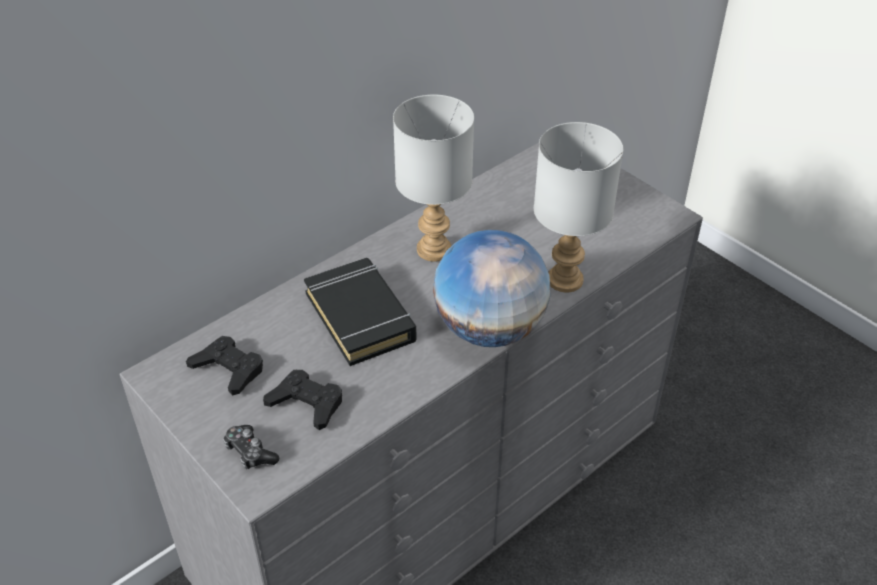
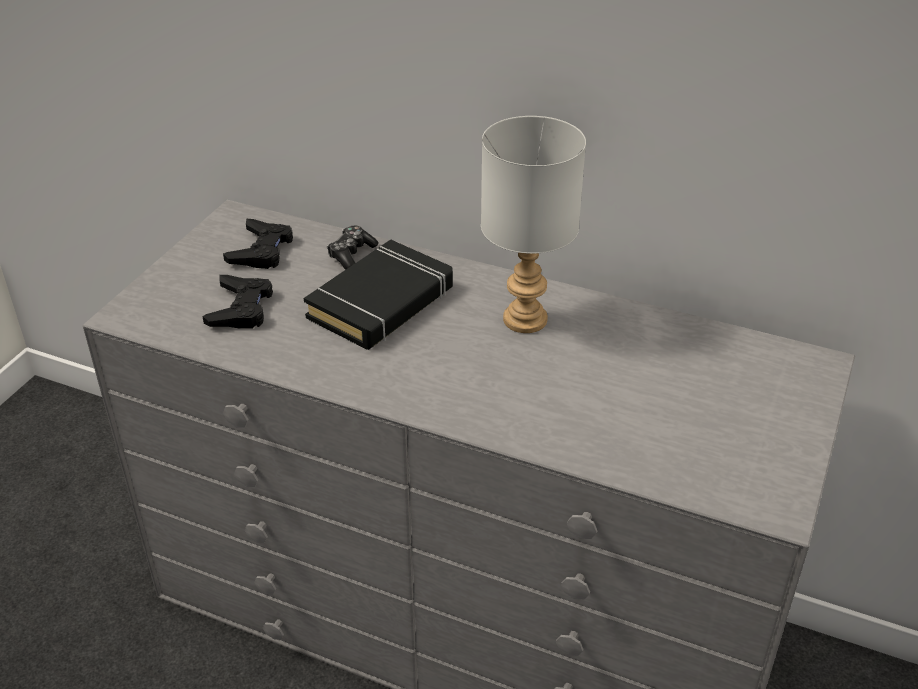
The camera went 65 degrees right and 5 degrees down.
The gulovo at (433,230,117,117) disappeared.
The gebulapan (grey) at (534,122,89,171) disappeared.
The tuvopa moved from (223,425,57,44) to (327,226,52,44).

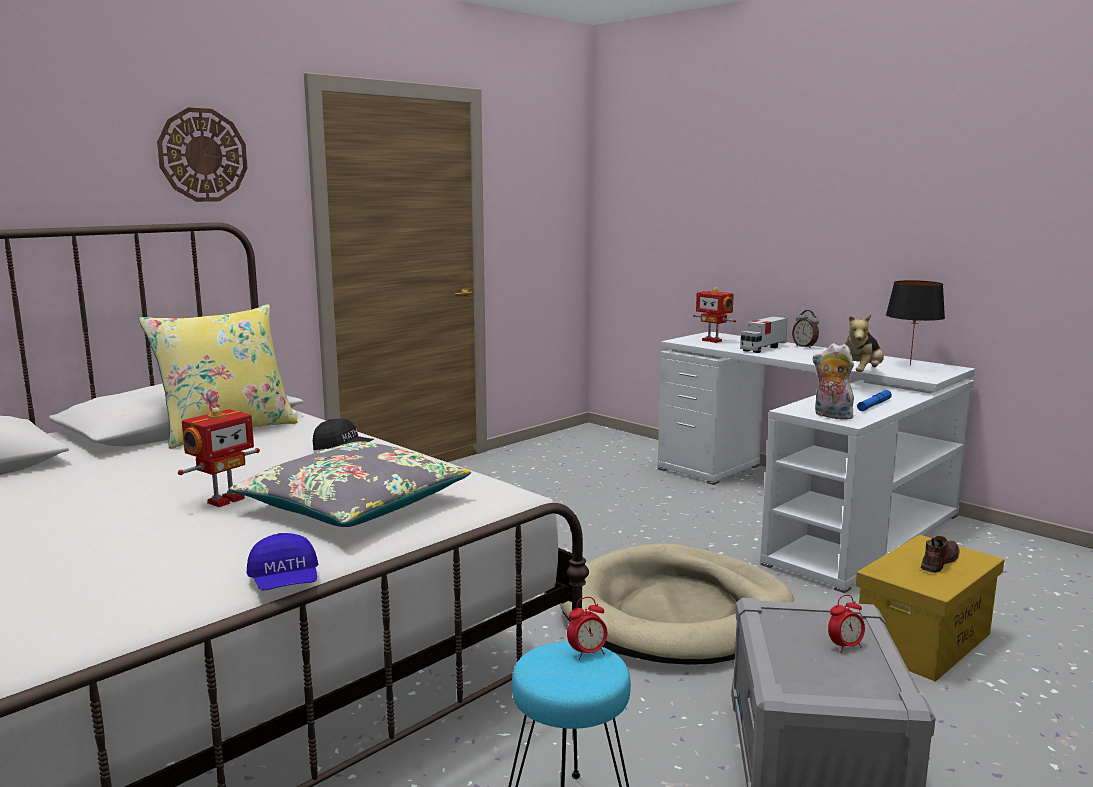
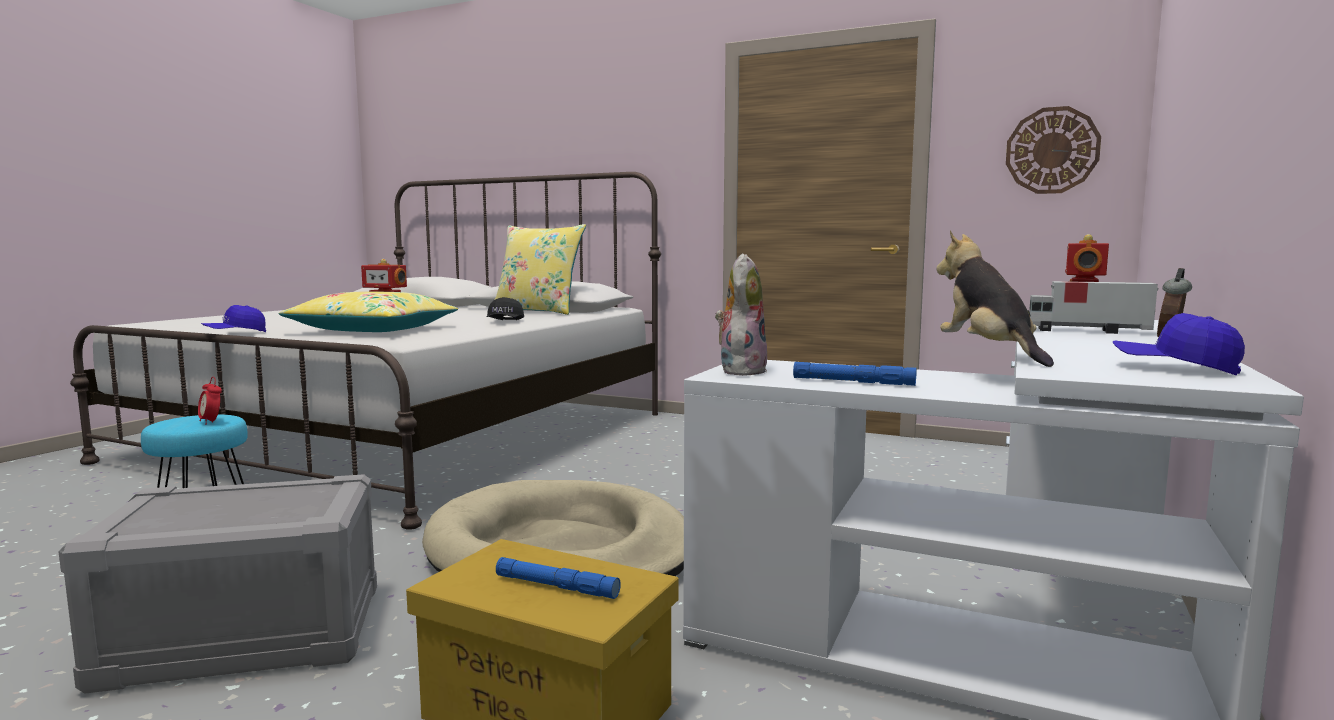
The camera went 70 degrees right and 5 degrees down.
The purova at (828,595,37,58) disappeared.
The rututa moved from (157,107,90,95) to (1006,106,95,88).
The gebulapan (black) at (886,280,59,86) was replaced by the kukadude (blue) at (1113,313,132,62).
The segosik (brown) at (921,536,38,37) was replaced by the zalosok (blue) at (496,557,125,42).
The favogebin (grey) at (229,441,242,86) became the favogebin (yellow) at (279,291,179,41).
The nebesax at (845,314,39,58) turned 60 degrees clockwise.

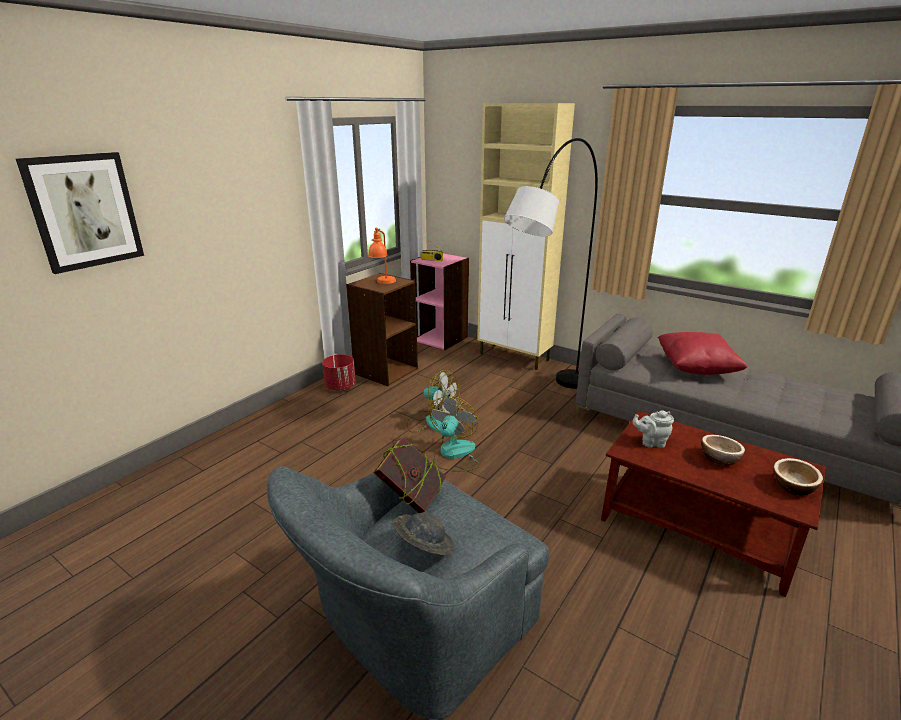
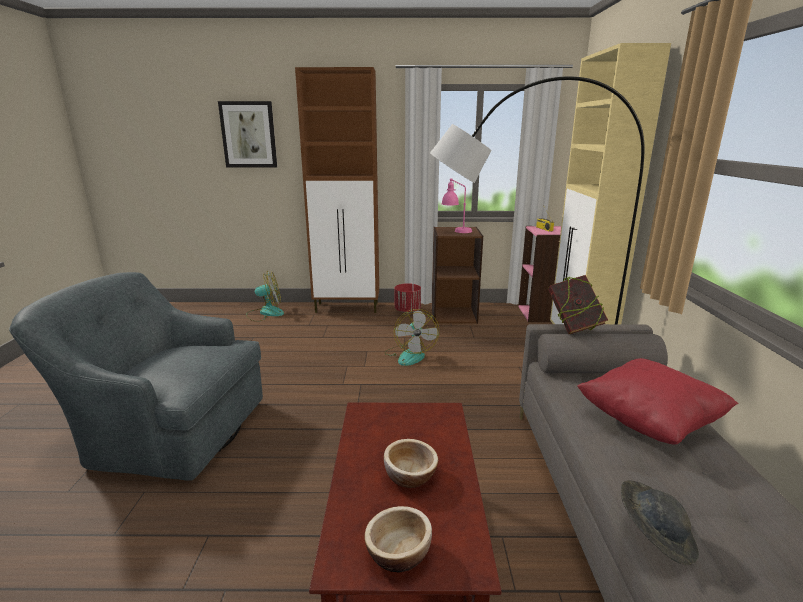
The camera went 55 degrees right and 5 degrees down.
The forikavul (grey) at (633,410,41,38) disappeared.
The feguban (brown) at (295,67,84,246) appeared.
The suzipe moved from (373,437,73,76) to (548,275,60,59).
The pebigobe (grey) moved from (392,513,62,42) to (621,480,78,85).
The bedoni moved from (430,396,50,76) to (246,272,38,50).
The gebulapan (orange) at (368,227,28,57) became the gebulapan (pink) at (441,178,31,55).

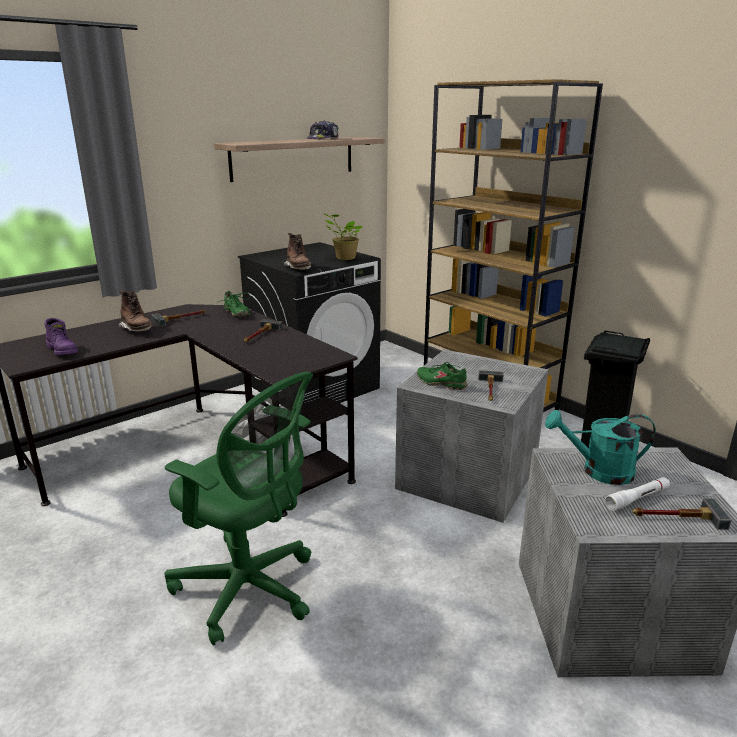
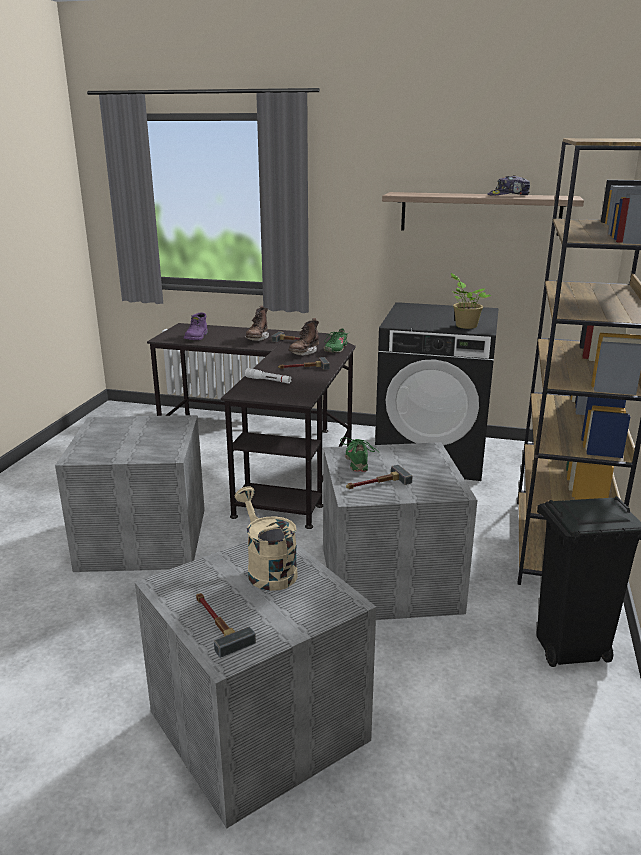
The camera went 55 degrees right and 0 degrees up.
The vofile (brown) moved from (284,233,27,37) to (288,318,31,38).
The zalosok (white) moved from (605,477,65,34) to (245,368,47,16).
The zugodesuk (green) at (164,372,149,274) was replaced by the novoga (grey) at (55,415,150,157).
The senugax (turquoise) at (545,410,111,75) became the senugax (beige) at (235,487,63,104).

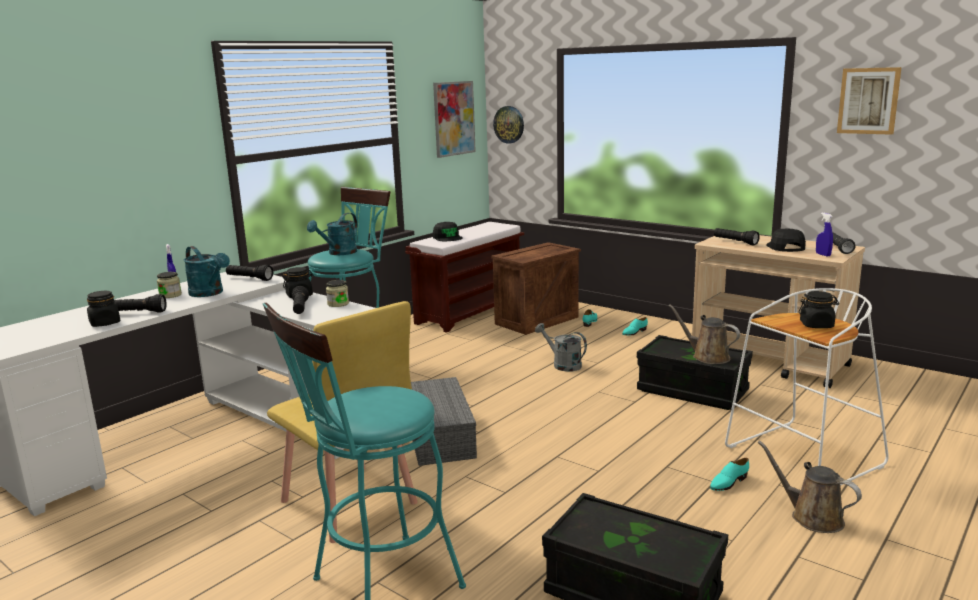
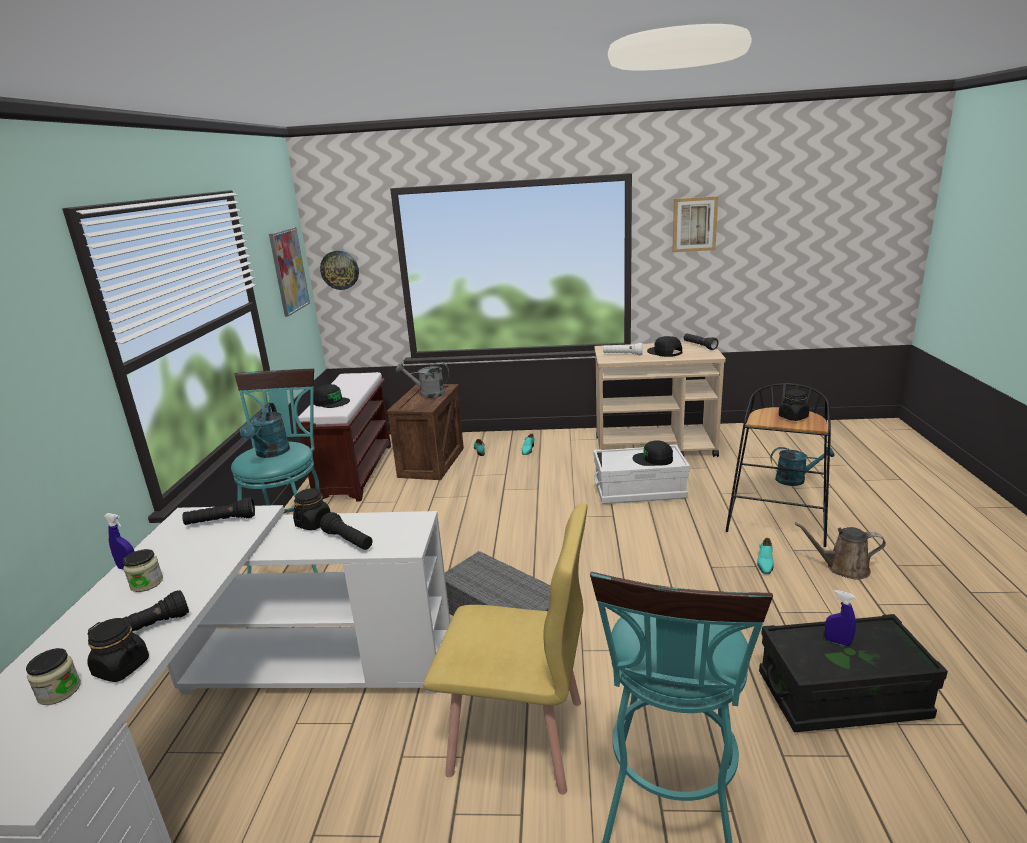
The camera went 35 degrees left and 5 degrees up.
The senugax (turquoise) moved from (184,246,46,51) to (771,447,64,39).
The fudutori moved from (326,280,23,27) to (26,648,55,57).
The senugax (grey) moved from (535,323,52,49) to (396,362,53,36).
The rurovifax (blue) moved from (816,213,17,43) to (825,590,31,56).
The senugax (brown) at (668,304,72,60) was replaced by the kukadude (black) at (632,440,41,26).
The novoga (black) at (637,335,116,75) became the novoga (white) at (593,444,97,60).
The zalosok (black) at (714,228,46,17) became the zalosok (white) at (603,343,40,12).
The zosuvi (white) at (725,288,164,198) became the zosuvi (black) at (726,383,105,164).

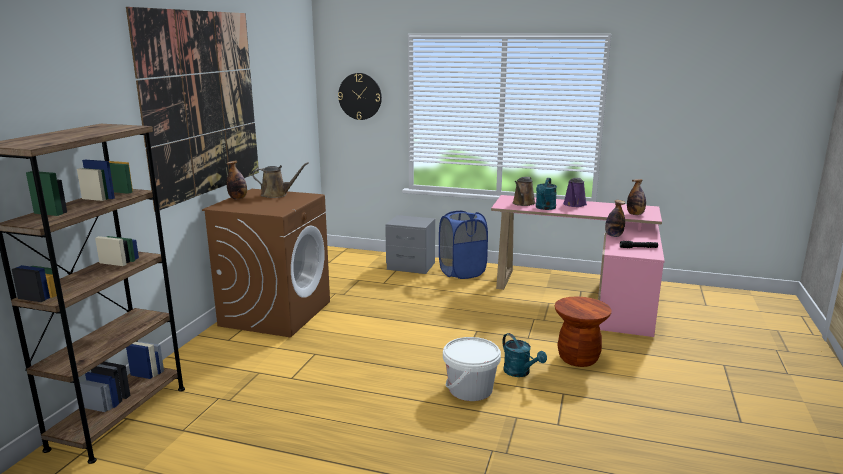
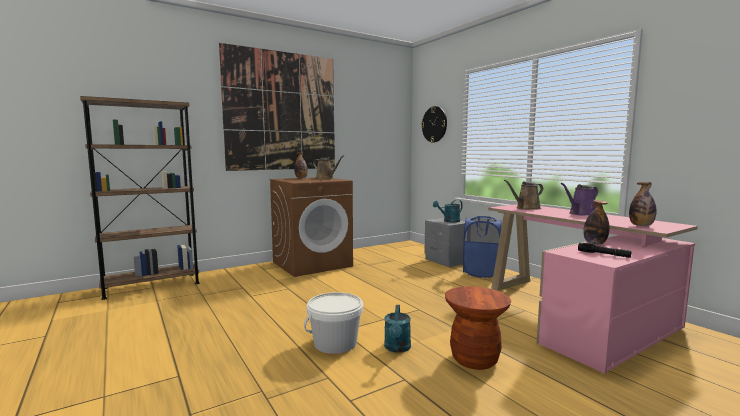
The camera went 40 degrees right and 10 degrees down.
The senugax (turquoise) moved from (536,178,21,32) to (433,200,30,23).

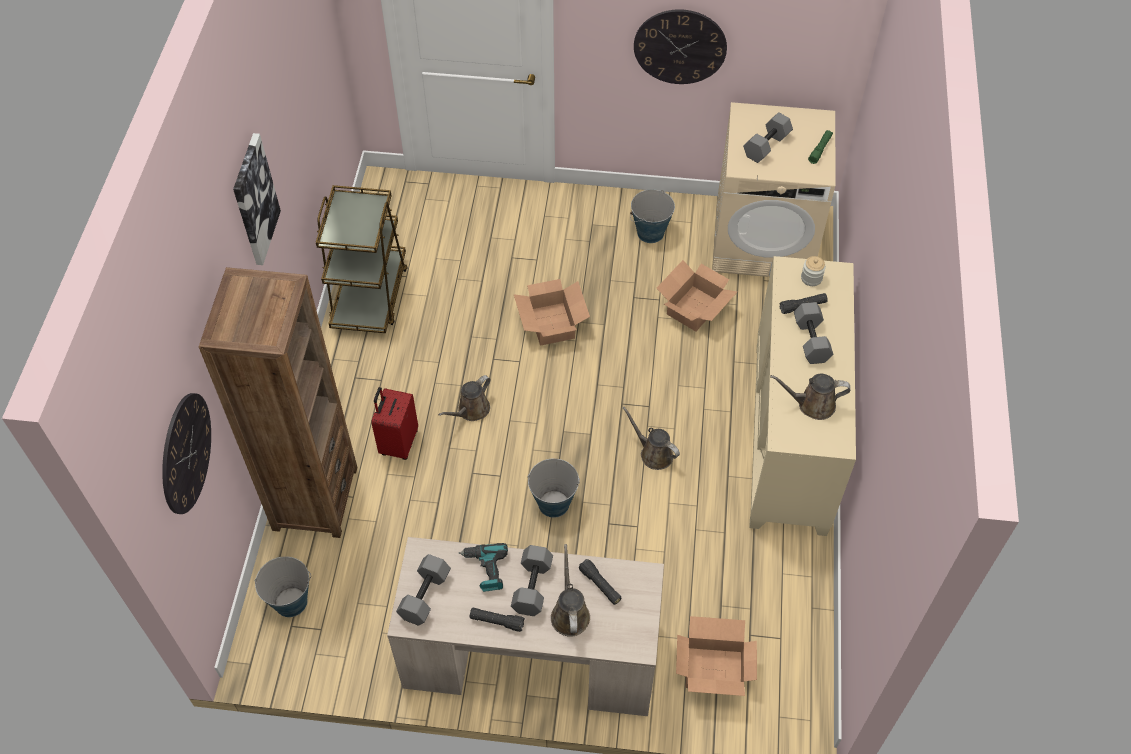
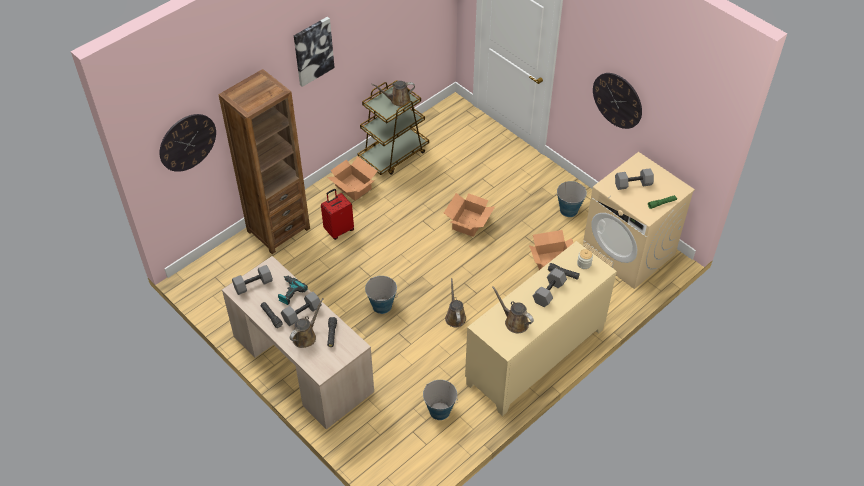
The camera went 40 degrees right and 5 degrees down.
The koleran moved from (255,556,56,61) to (423,380,35,40).
The senugax (brown) moved from (438,375,53,46) to (372,81,43,26).
The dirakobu moved from (676,616,81,80) to (327,157,50,44).

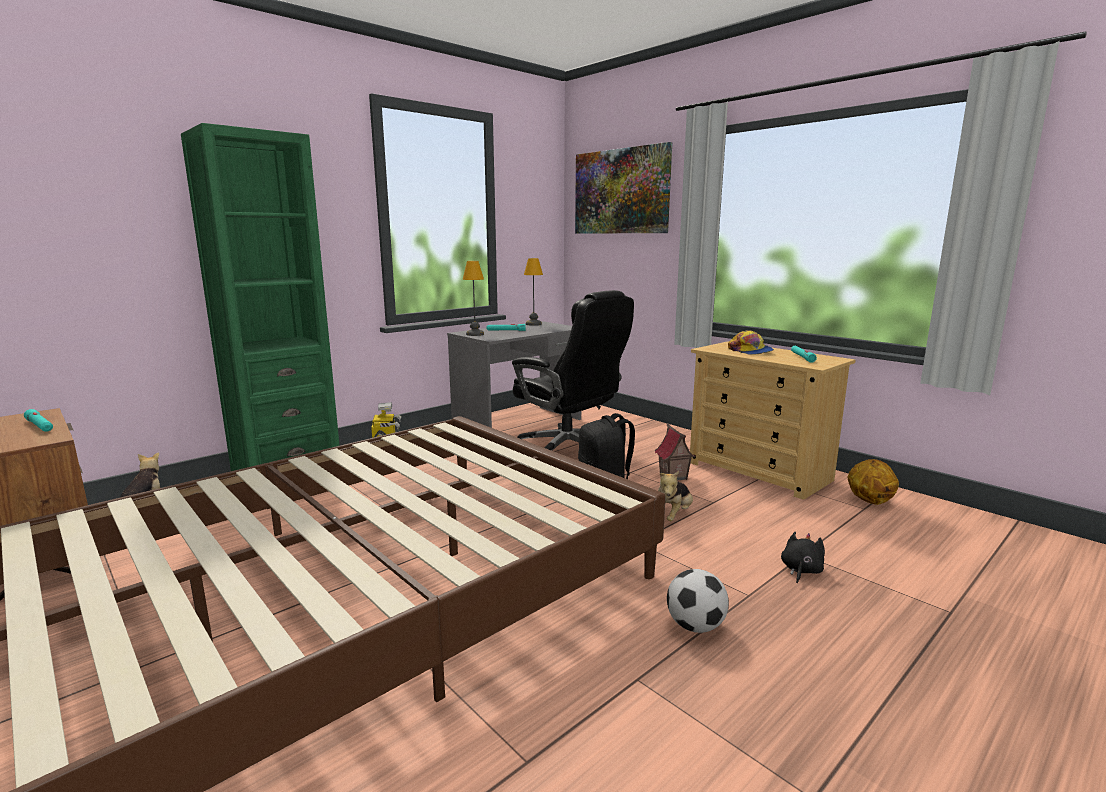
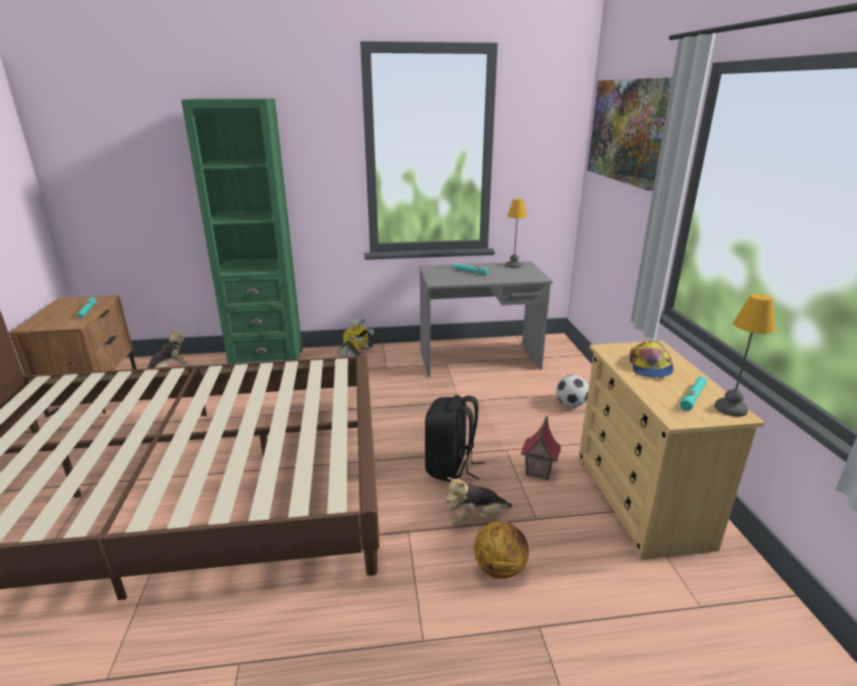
The camera went 35 degrees right and 10 degrees up.
The zugodesuk (black) at (512,290,122,161) disappeared.
The nebesax (black) at (781,532,44,51) disappeared.
The gebulapan moved from (463,261,21,75) to (715,294,60,123).
The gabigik moved from (667,569,62,64) to (556,375,33,32).
The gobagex moved from (848,459,51,46) to (473,521,56,58).

